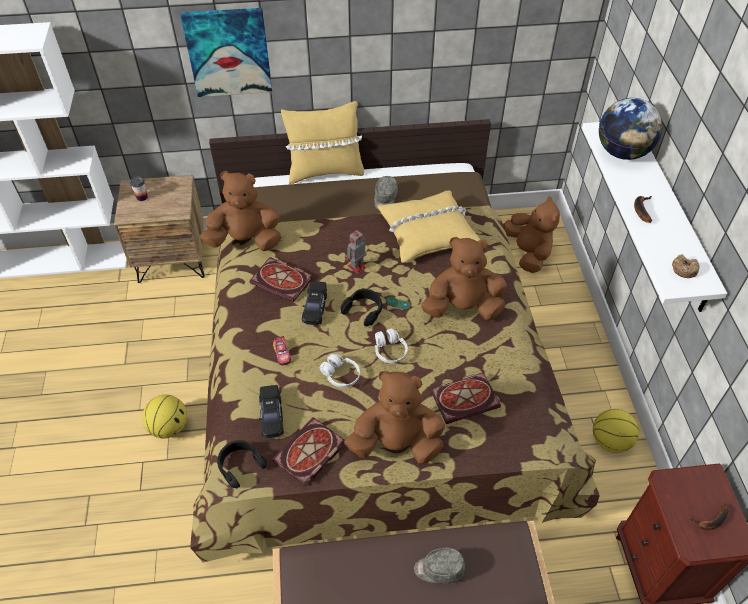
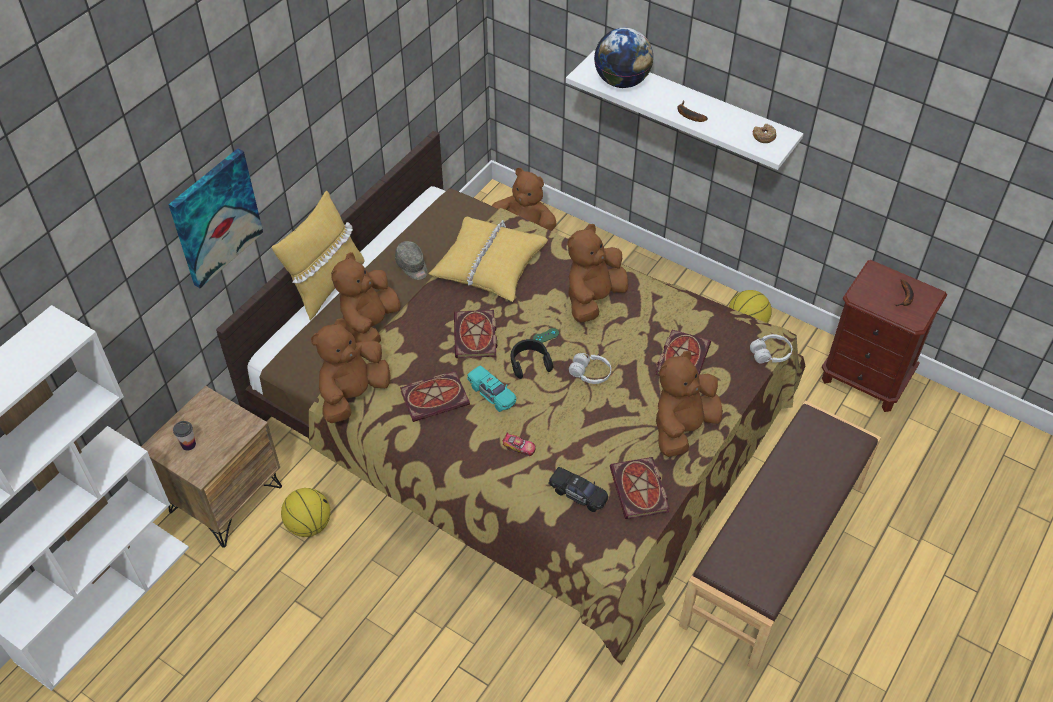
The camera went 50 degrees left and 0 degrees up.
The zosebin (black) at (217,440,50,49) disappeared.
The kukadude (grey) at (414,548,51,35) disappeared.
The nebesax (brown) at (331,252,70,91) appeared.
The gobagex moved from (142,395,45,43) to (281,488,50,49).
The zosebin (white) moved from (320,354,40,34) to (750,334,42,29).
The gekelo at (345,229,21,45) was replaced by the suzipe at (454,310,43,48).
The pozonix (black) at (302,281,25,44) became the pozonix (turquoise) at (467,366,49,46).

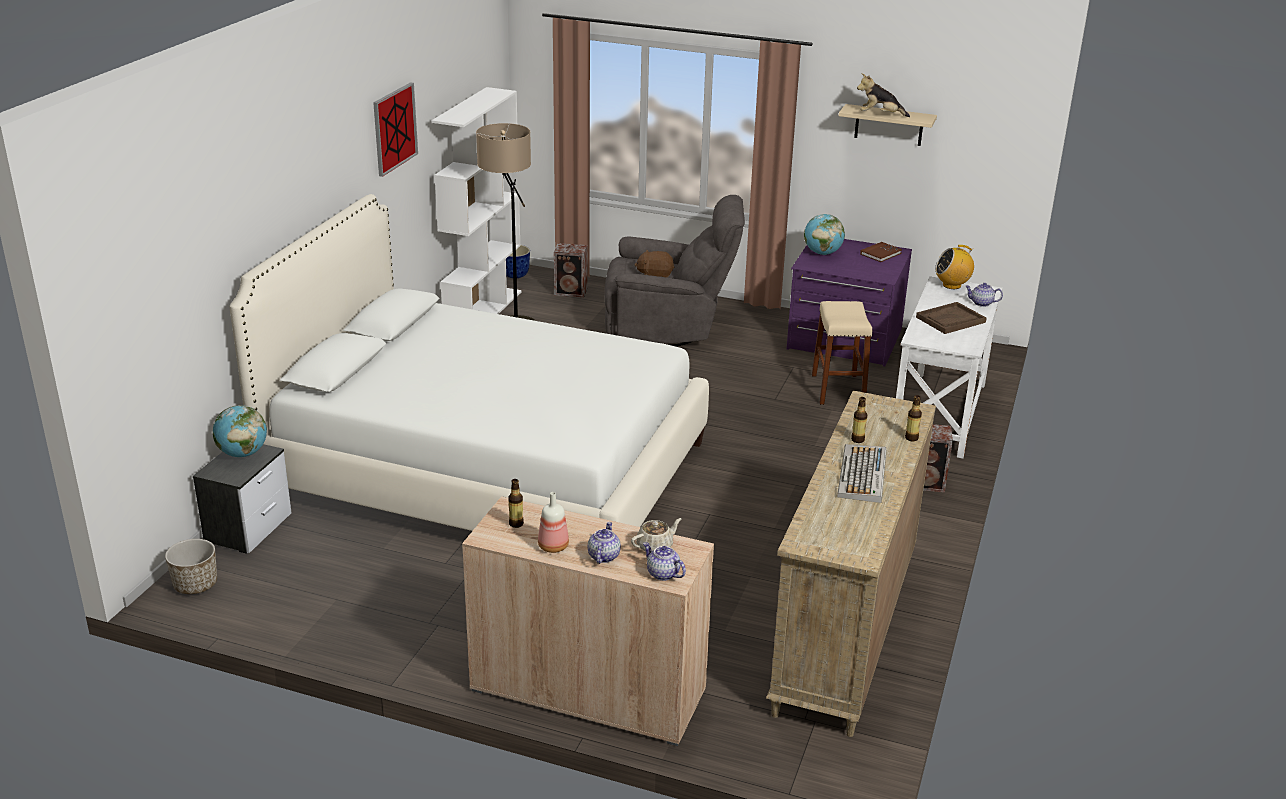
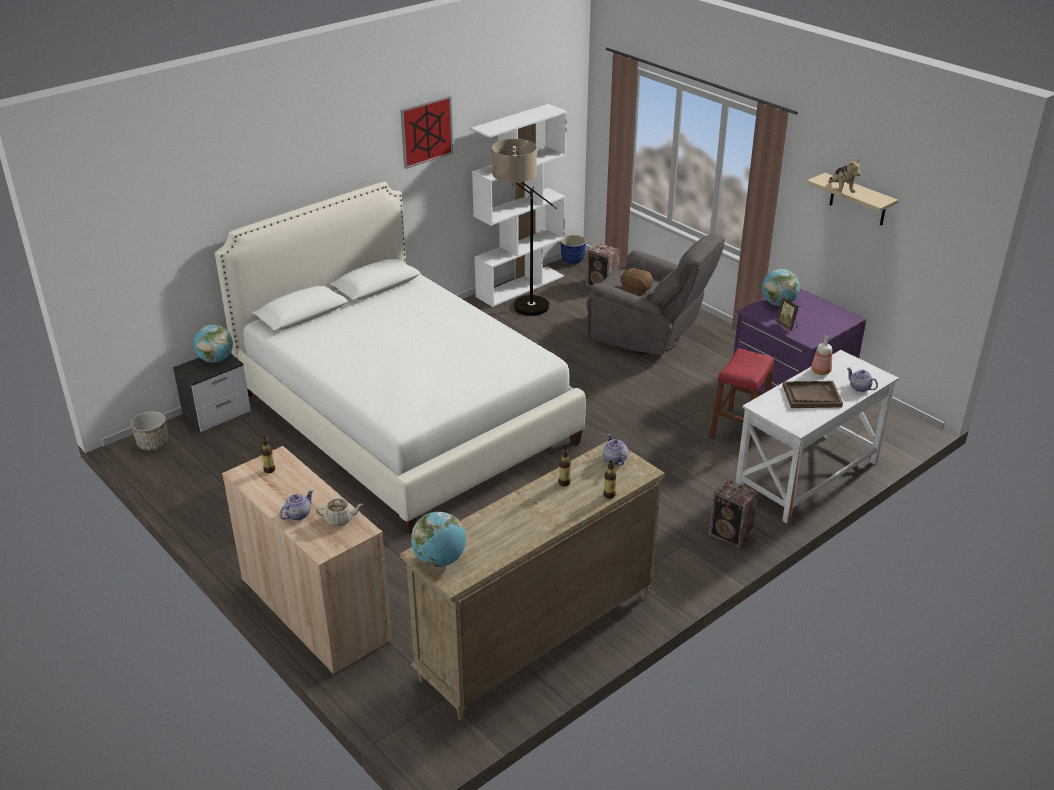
The camera went 30 degrees right and 5 degrees up.
The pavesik at (837,444,50,59) disappeared.
The suzipe (brown) at (860,242,42,20) disappeared.
The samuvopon at (935,245,39,44) disappeared.
The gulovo at (411,512,55,55) appeared.
The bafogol at (776,296,22,35) appeared.
The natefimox moved from (538,492,31,61) to (811,335,21,40).
The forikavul moved from (643,542,43,39) to (603,434,25,32).
The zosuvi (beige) at (812,301,60,104) became the zosuvi (red) at (710,348,64,102).
The nebesax at (857,74,53,43) turned 135 degrees counterclockwise.

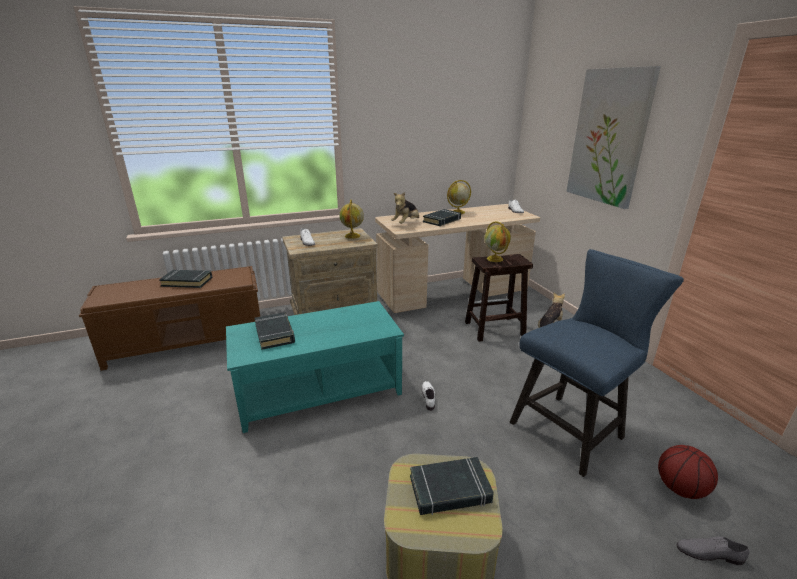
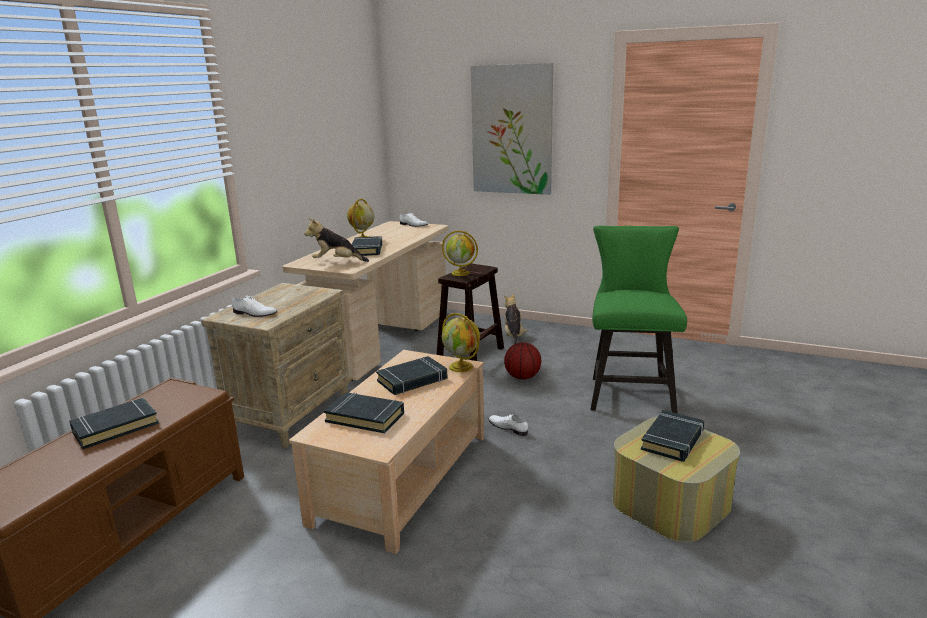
The camera went 45 degrees left and 5 degrees down.
The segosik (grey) at (677,537,73,28) disappeared.
The suzipe (black) at (376,356,72,39) appeared.
The gulovo moved from (339,200,25,39) to (442,313,38,59).
The gobagex moved from (658,445,60,54) to (504,342,37,37).
The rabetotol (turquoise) at (226,301,178,132) became the rabetotol (beige) at (289,350,195,204).
The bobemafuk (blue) at (510,249,174,228) became the bobemafuk (green) at (591,226,96,188).
The nebesax at (391,192,28,32) turned 105 degrees clockwise.

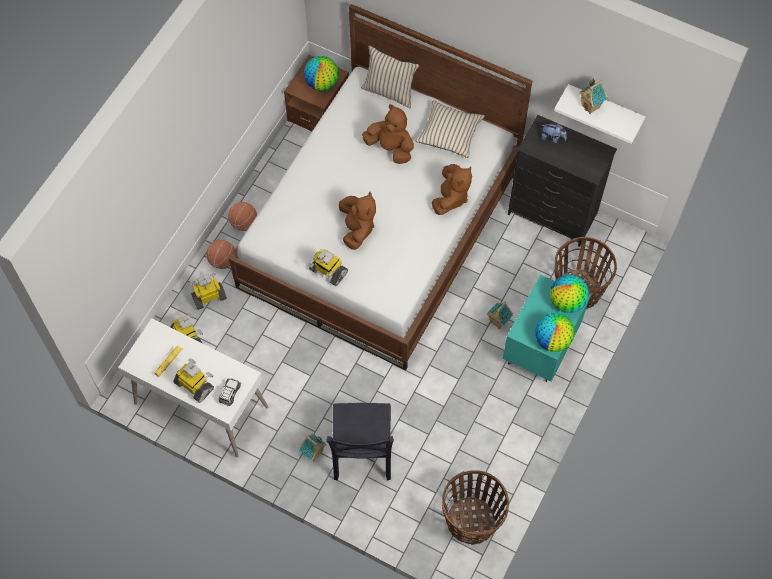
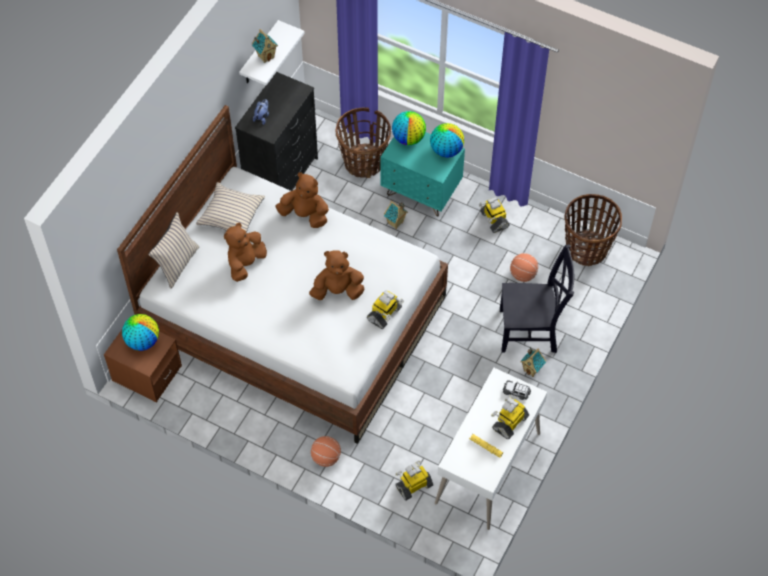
The camera went 90 degrees left and 5 degrees down.
The gekelo moved from (190,273,37,37) to (479,197,30,36).
The gobagex moved from (228,202,29,29) to (510,253,28,29).

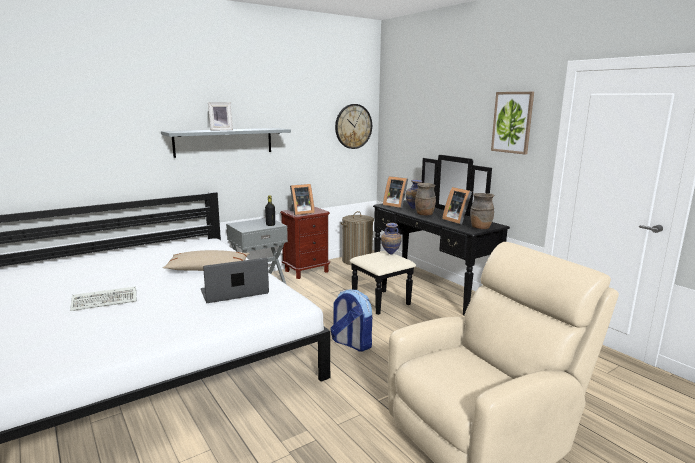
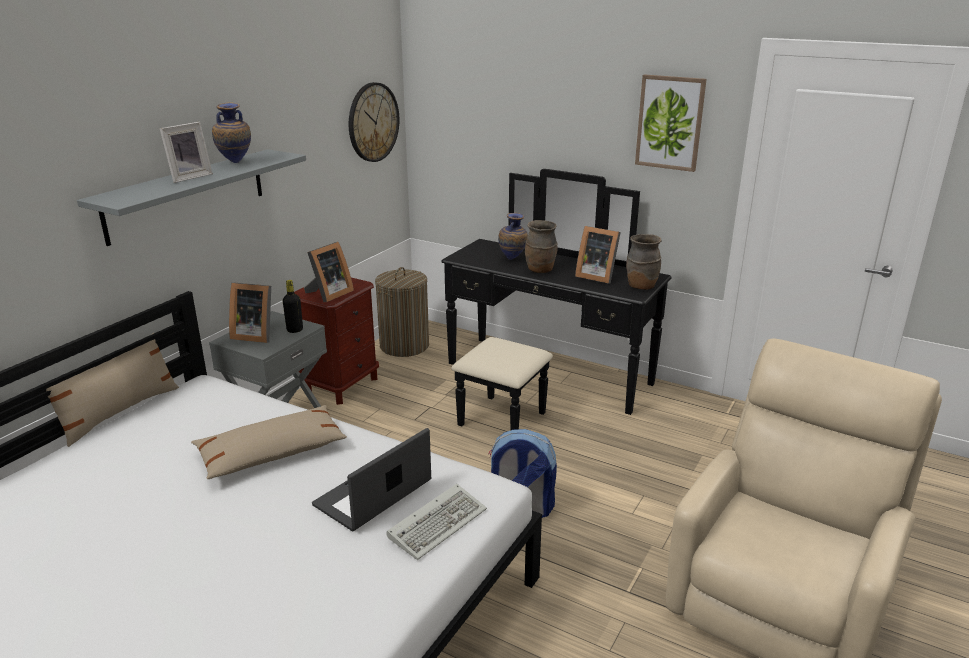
The camera went 25 degrees left and 10 degrees up.
The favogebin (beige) at (46,333,133,114) appeared.
The pavesik moved from (70,286,67,25) to (387,484,100,76).
The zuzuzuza moved from (381,223,20,32) to (212,102,39,61).
The bafogol moved from (383,176,25,32) to (229,283,42,60).

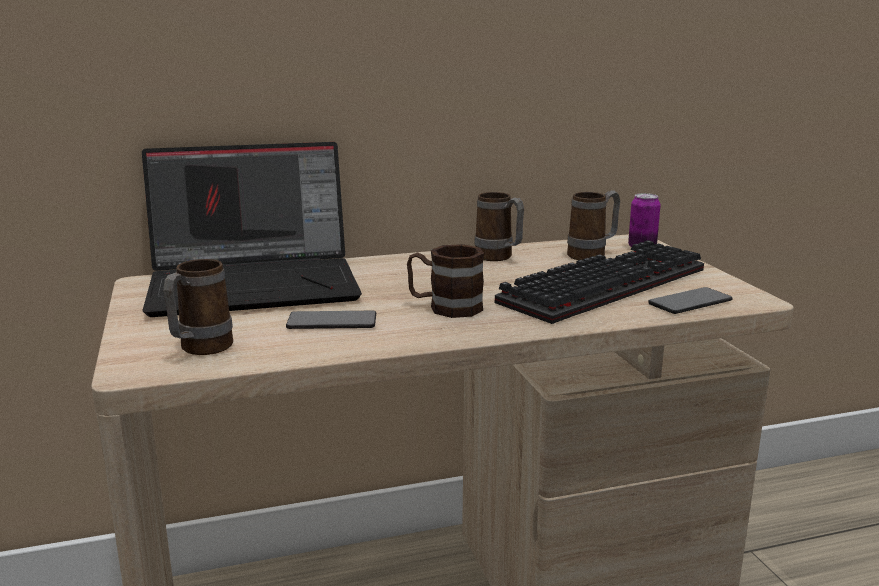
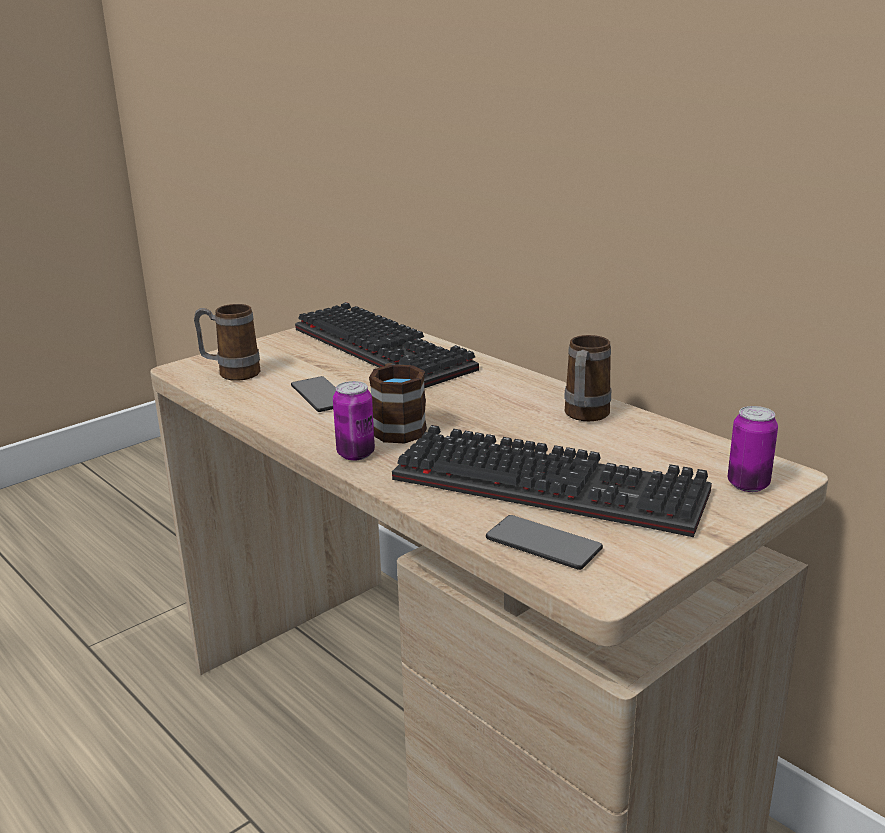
The camera went 65 degrees right and 5 degrees up.
The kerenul at (567,190,53,70) disappeared.
The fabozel at (333,381,42,80) appeared.
The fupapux at (142,142,220,175) was replaced by the pavesik at (295,302,184,86).

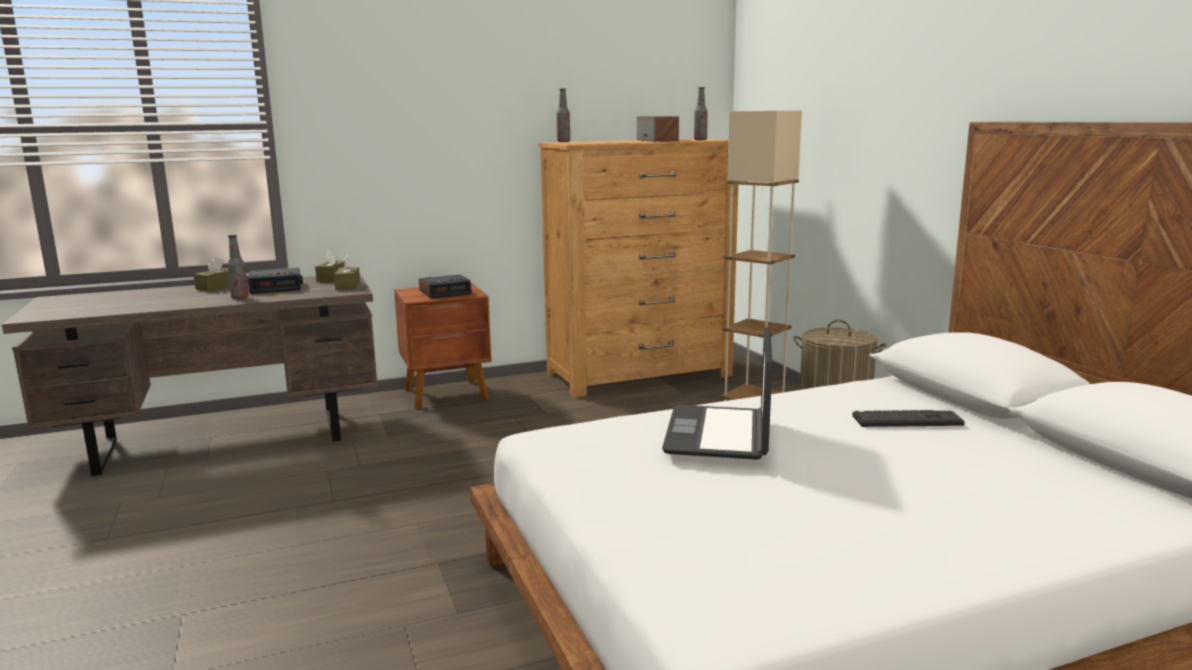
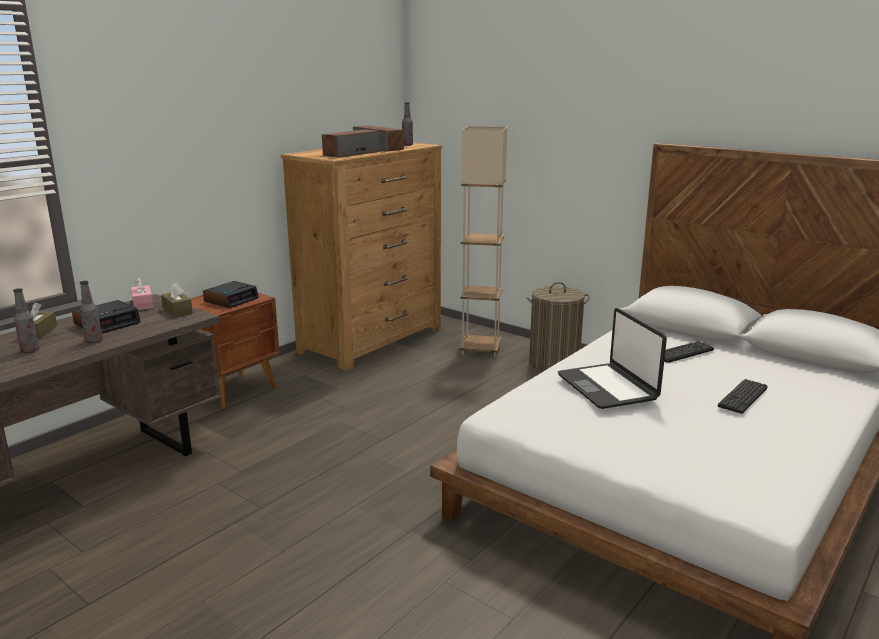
The camera went 30 degrees left and 5 degrees up.
The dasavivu at (322,130,58,28) appeared.
The pavesik at (718,379,50,35) appeared.
The natefimox moved from (557,89,13,53) to (13,288,26,65).
The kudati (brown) at (315,249,30,33) became the kudati (pink) at (131,277,23,33).

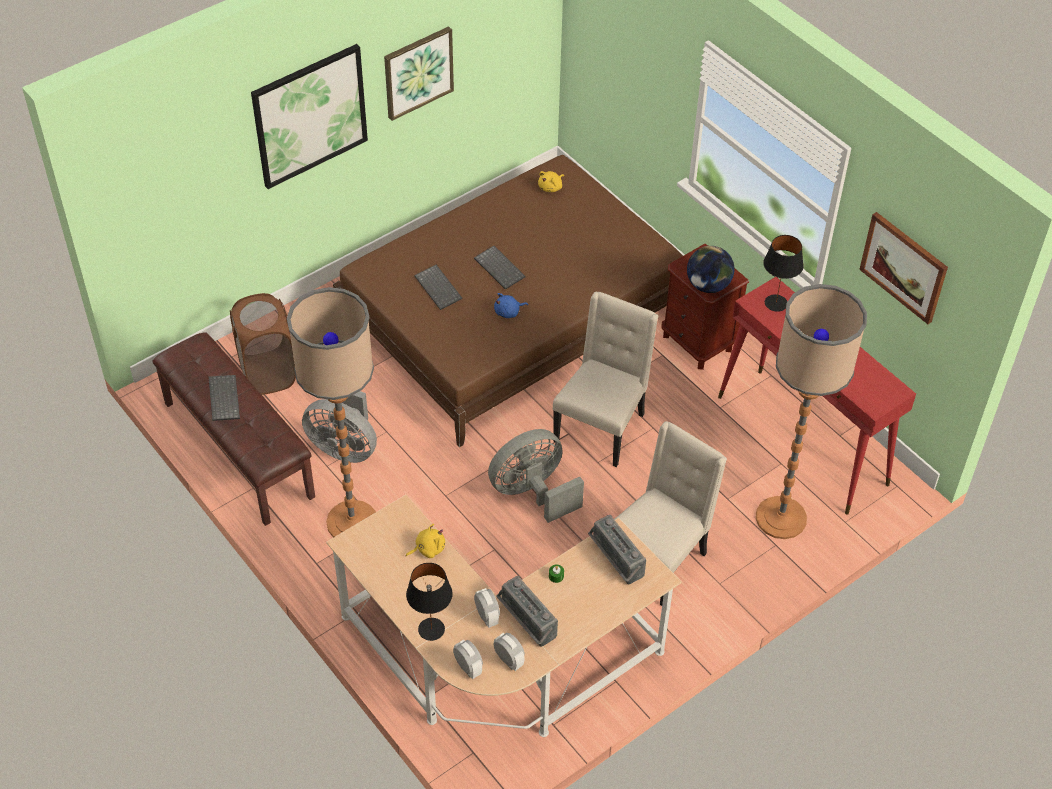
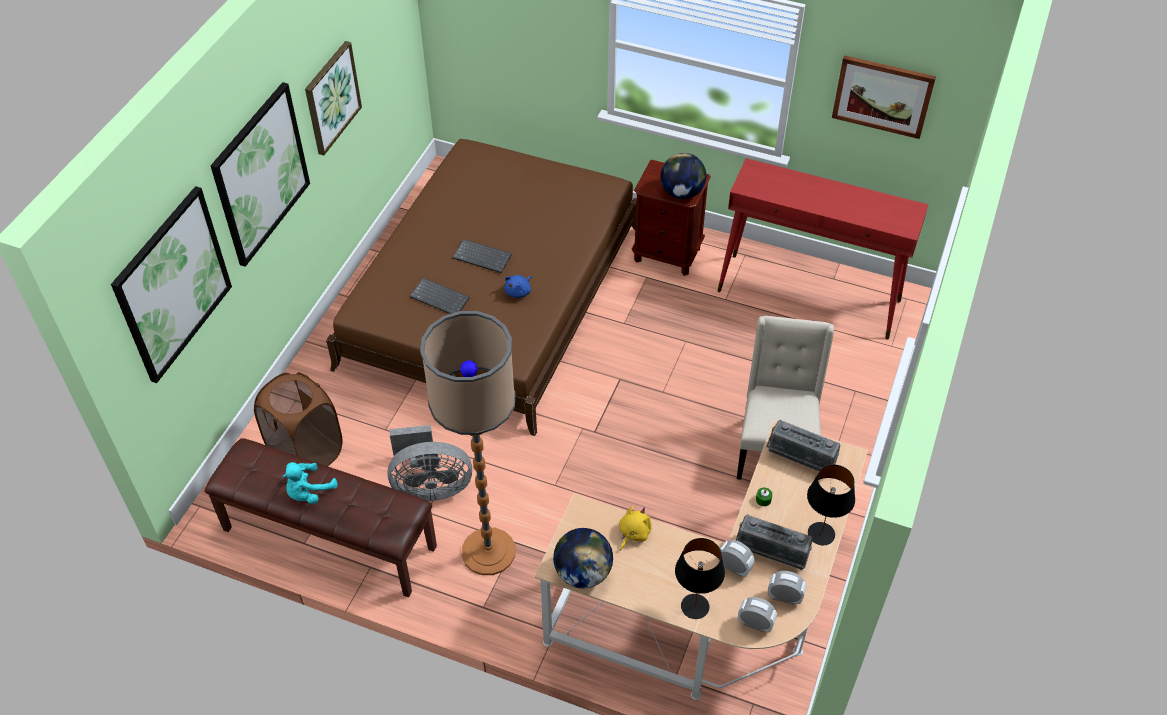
The camera went 30 degrees left and 0 degrees up.
The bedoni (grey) at (488,429,96,94) disappeared.
The nebesax (yellow) at (538,171,26,21) disappeared.
The bobemafuk (beige) at (553,291,105,176) disappeared.
The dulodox at (756,284,111,255) disappeared.
The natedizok at (111,186,121,197) appeared.
The gulovo at (553,528,60,60) appeared.
The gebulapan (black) moved from (763,235,41,77) to (807,465,48,81).
The pavesik at (209,375,31,46) was replaced by the nebesax (turquoise) at (282,462,56,42).

